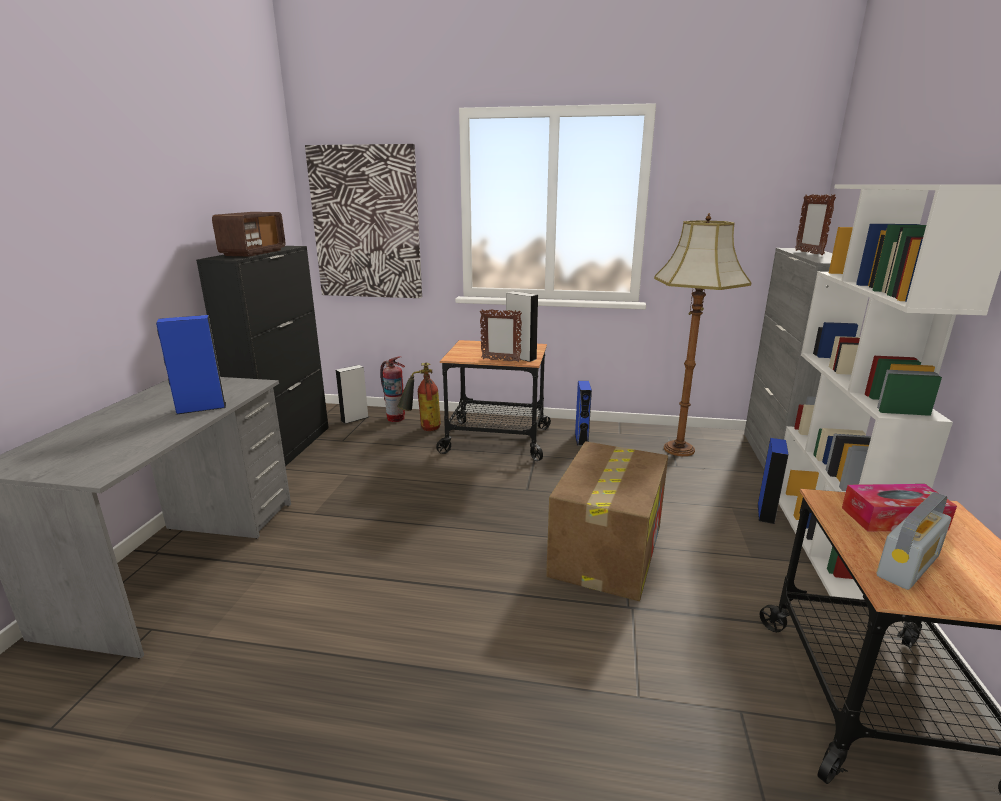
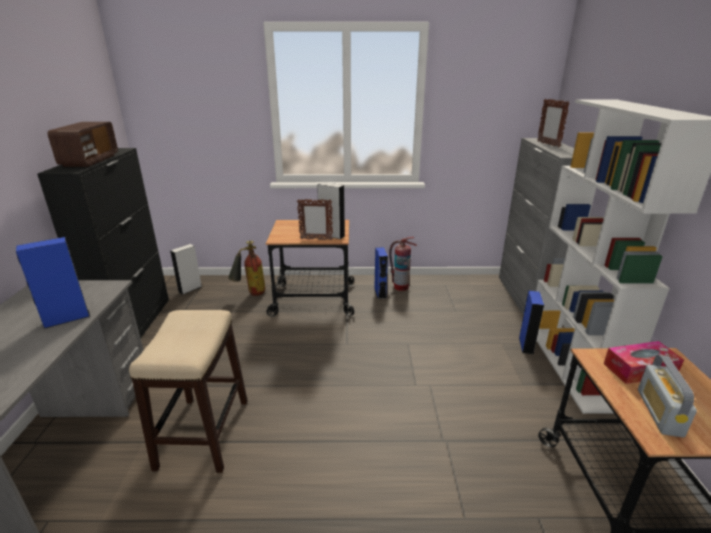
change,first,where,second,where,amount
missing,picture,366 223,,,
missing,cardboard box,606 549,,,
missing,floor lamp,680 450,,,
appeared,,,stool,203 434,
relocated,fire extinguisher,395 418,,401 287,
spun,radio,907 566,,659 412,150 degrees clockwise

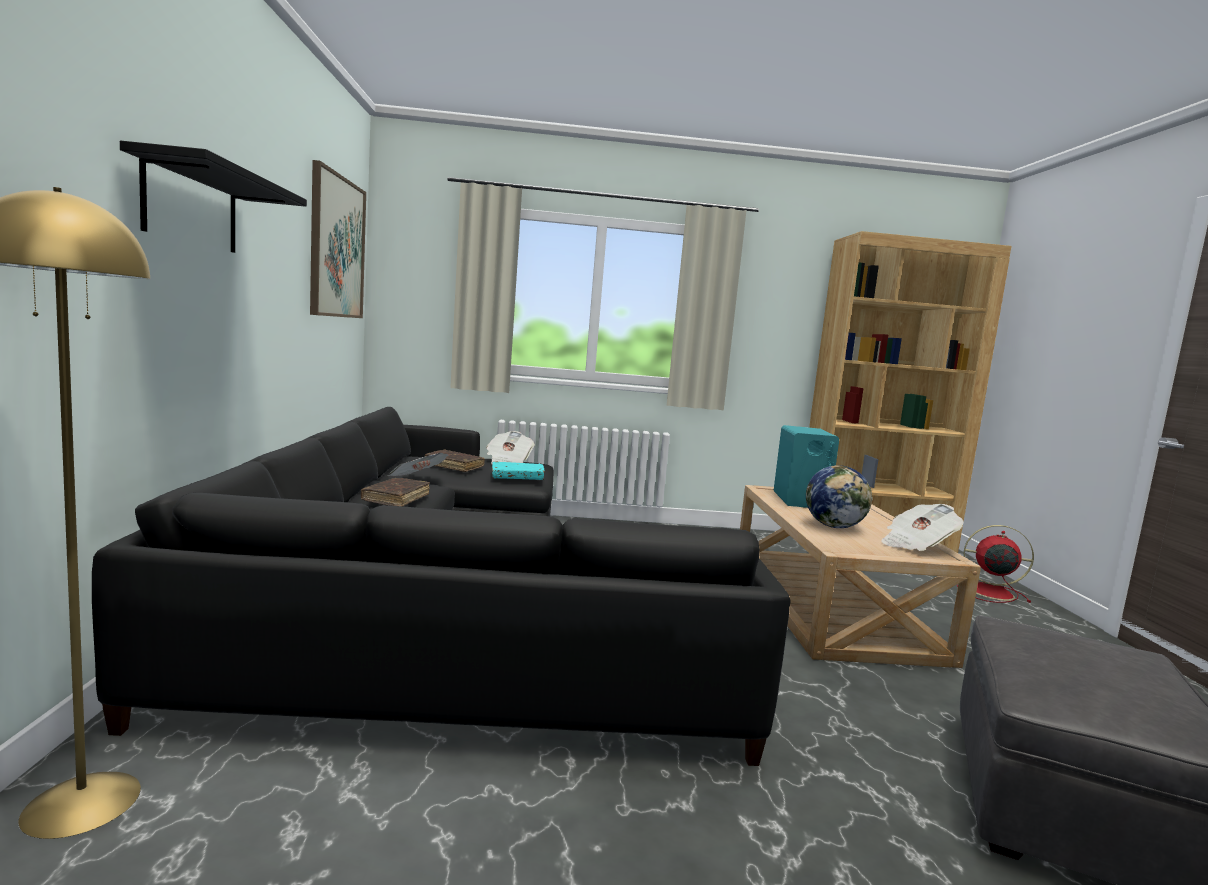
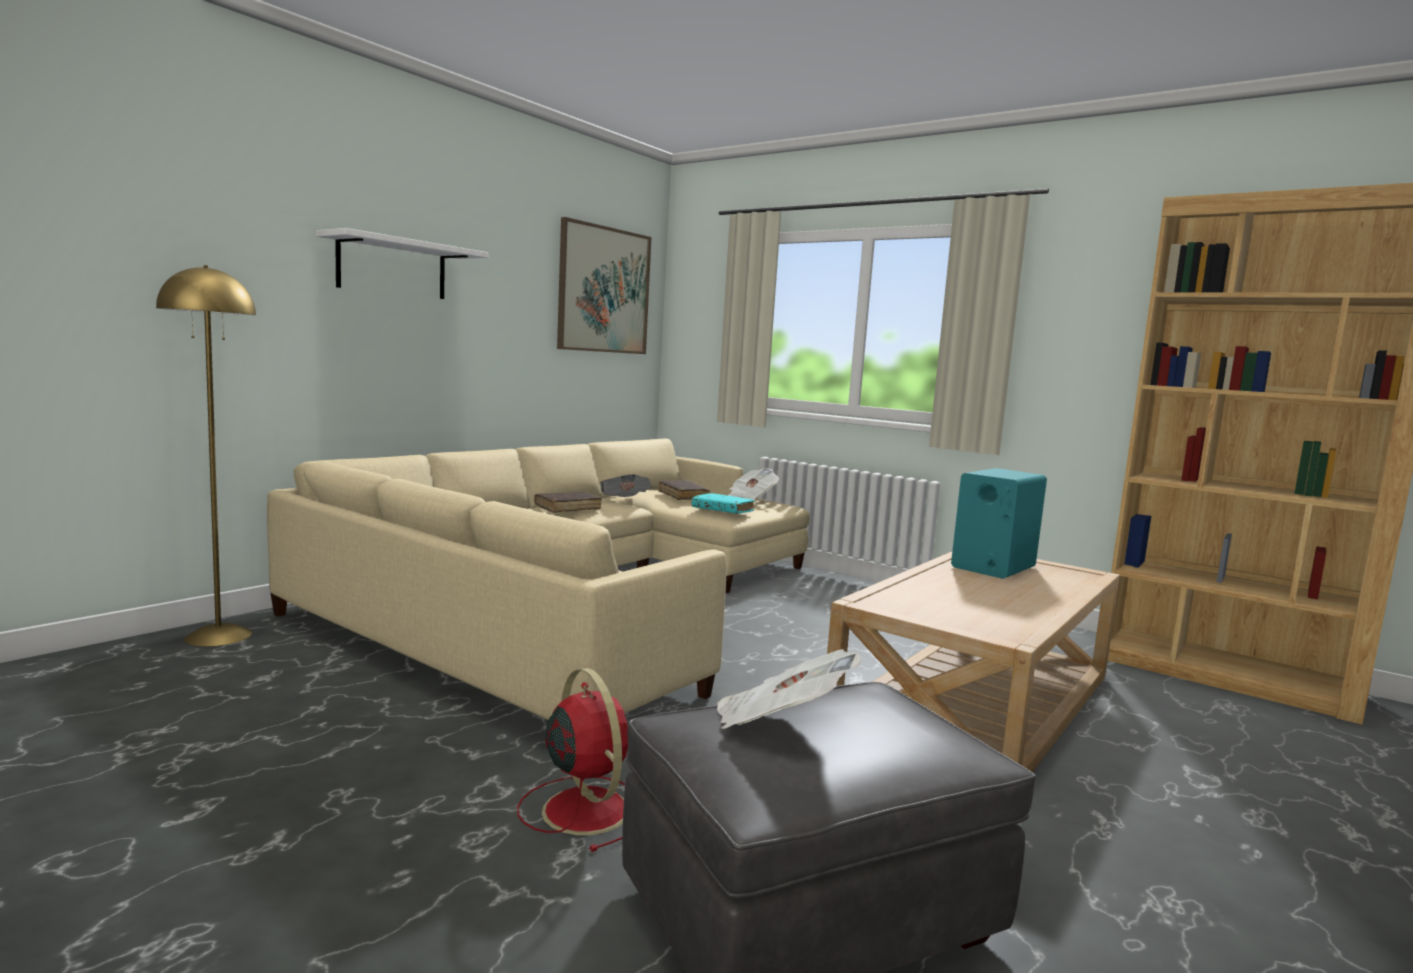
change,first,where,second,where,amount
missing,globe,834 526,,,
relocated,newspaper,916 545,,779 723,
relocated,red fan,988 592,,584 808,
colour,black sofa,431 595,beige sofa,574 597,
colour,black shelf,192 207,white shelf,392 268,

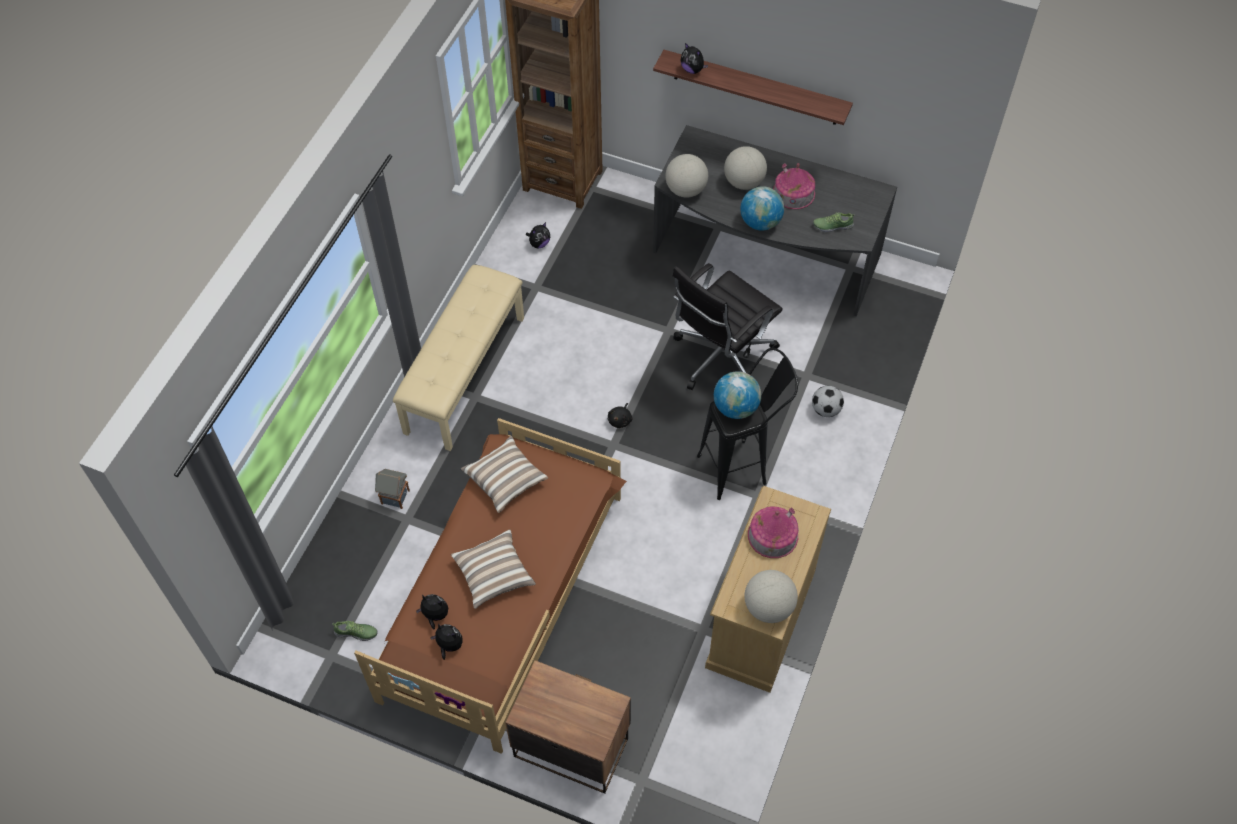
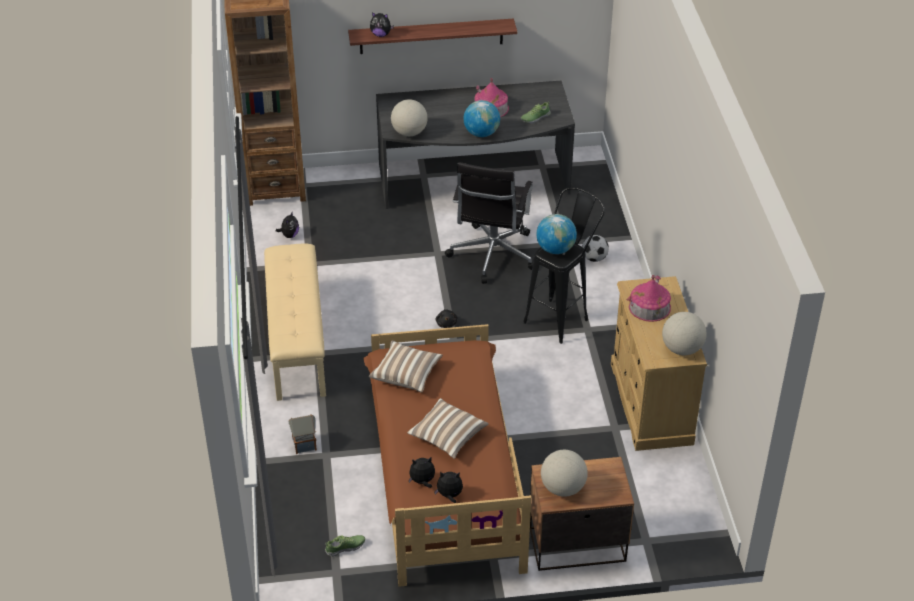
change,first,where,second,where,amount
relocated,globe,743 182,,562 488,

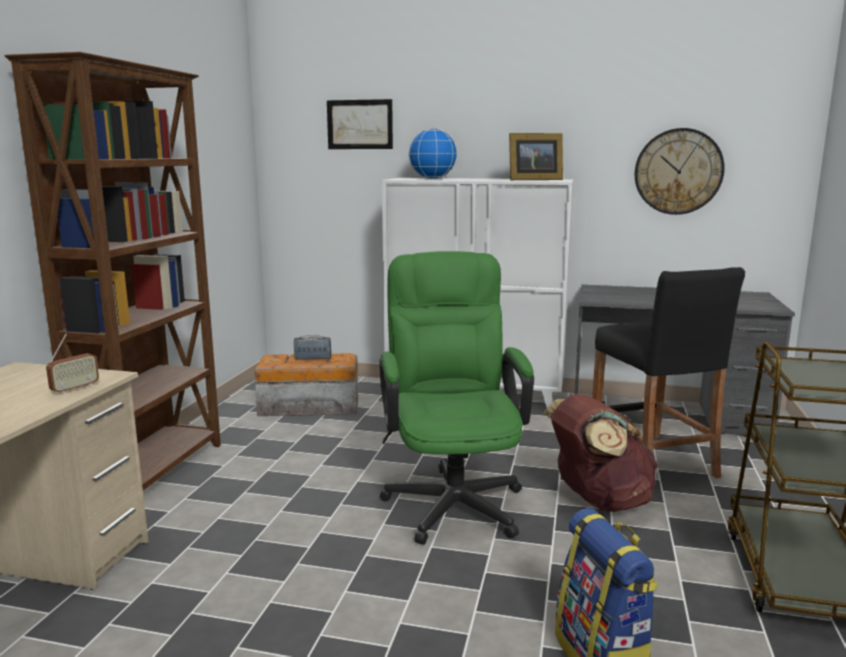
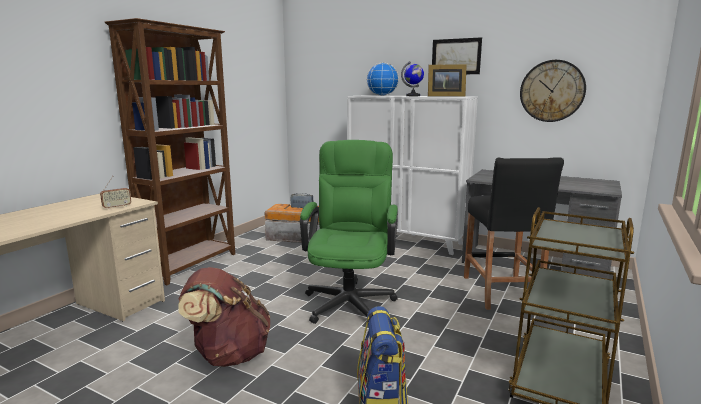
change,first,where,second,where,amount
appeared,,,globe,413 96,
relocated,picture,360 124,,456 56,
relocated,brown backpack,598 501,,228 354,

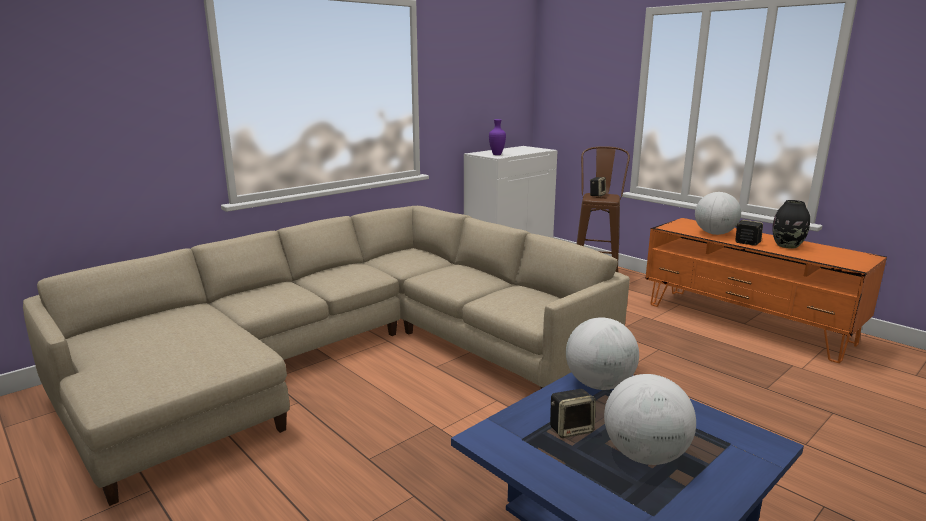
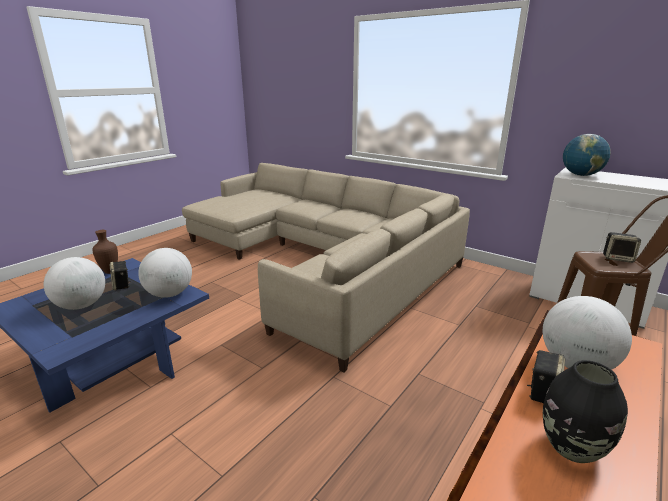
change,first,where,second,where,amount
appeared,,,brown vase,109 272,
exchanged,purple vase,496 154,globe,581 175,

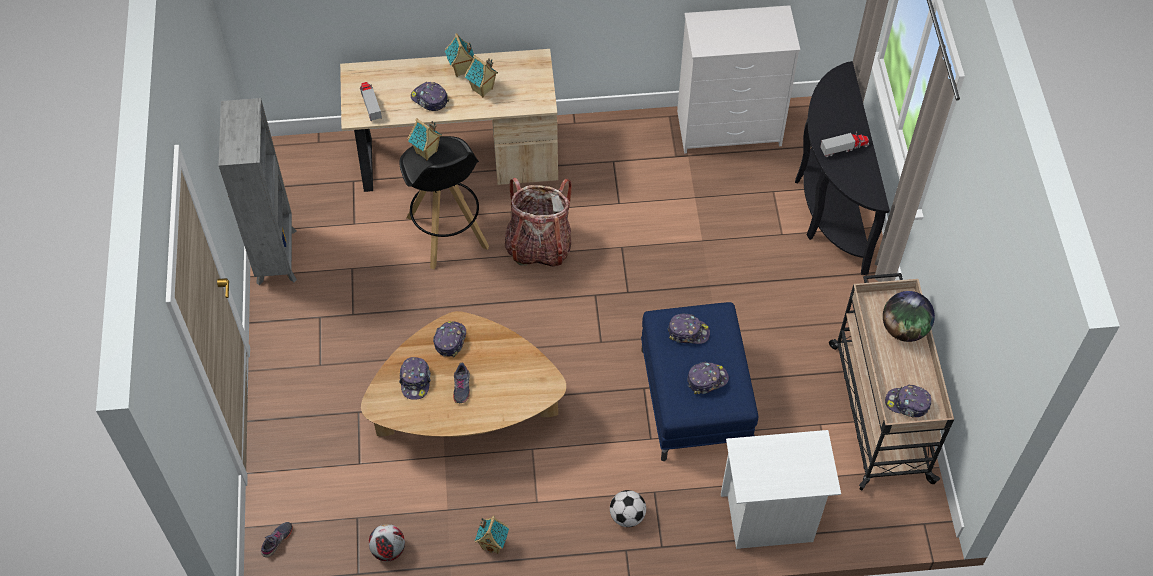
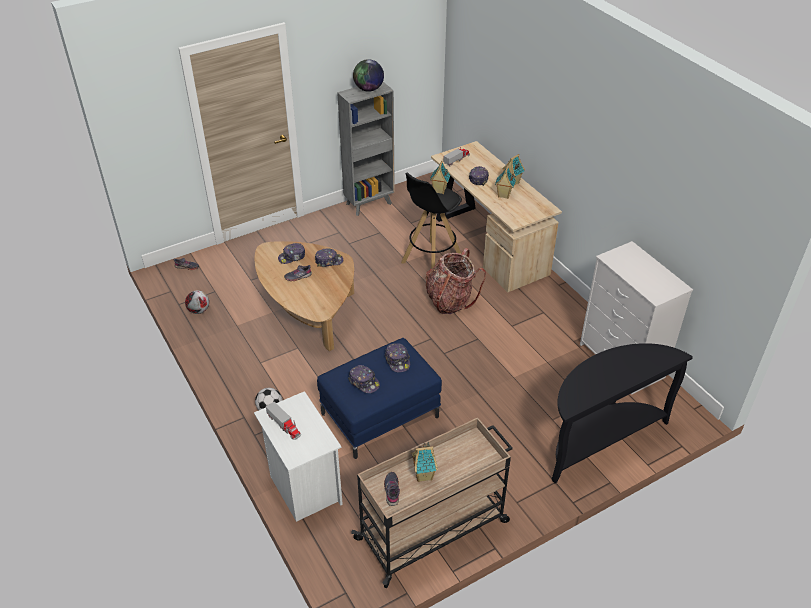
change,first,where,second,where,amount
relocated,toy house,493 544,,424 475,
relocated,toy truck,844 148,,284 425,
relocated,globe,904 329,,368 89,
exchanged,cap,907 404,grey shoe,392 490,

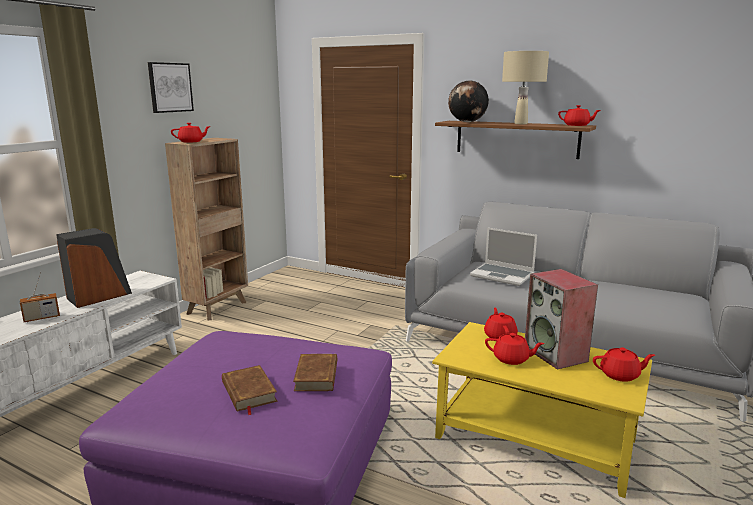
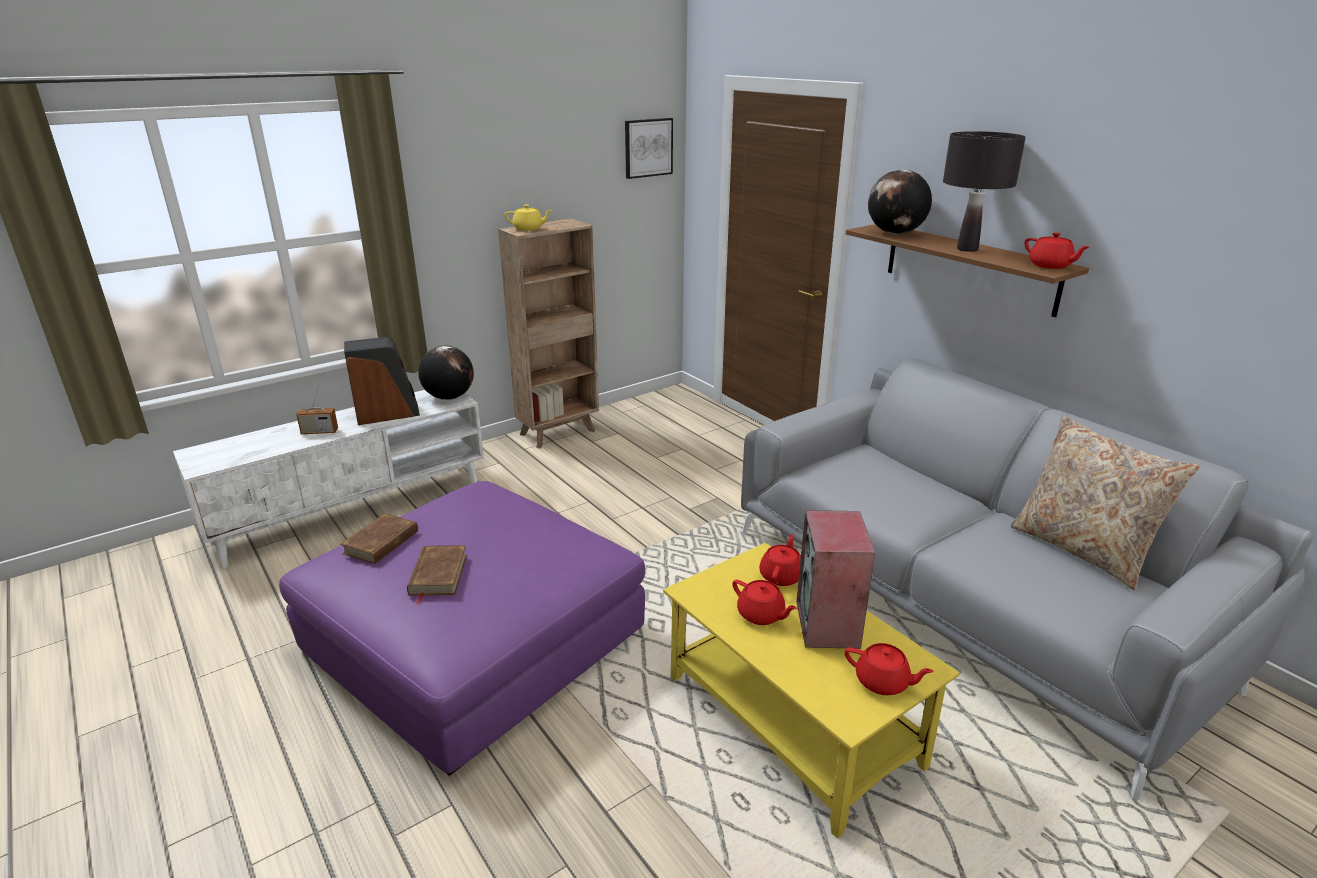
change,first,where,second,where,amount
missing,laptop,503 275,,,
appeared,,,globe,449 397,
appeared,,,beige pillow,1082 549,
relocated,picture,170 87,,648 147,
relocated,brown book,317 376,,382 542,
colour,red teapot,191 142,yellow teapot,529 229,
colour,beige table lamp,521 124,black table lamp,967 249,

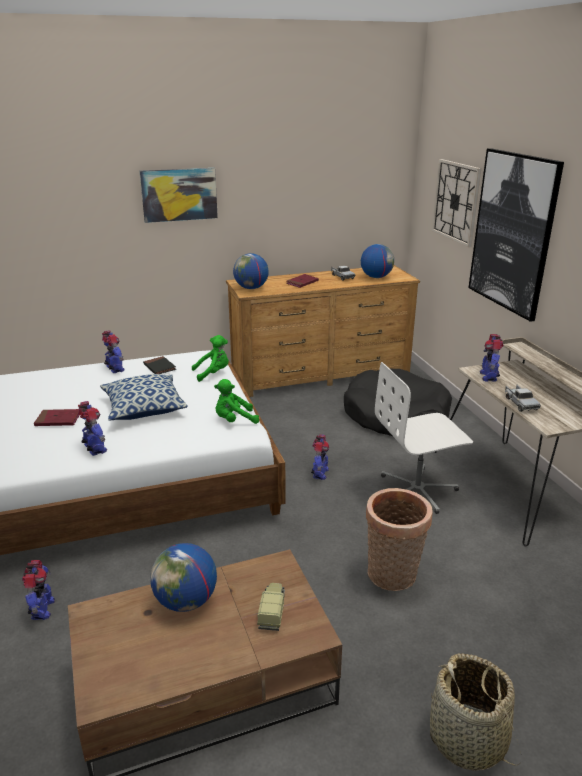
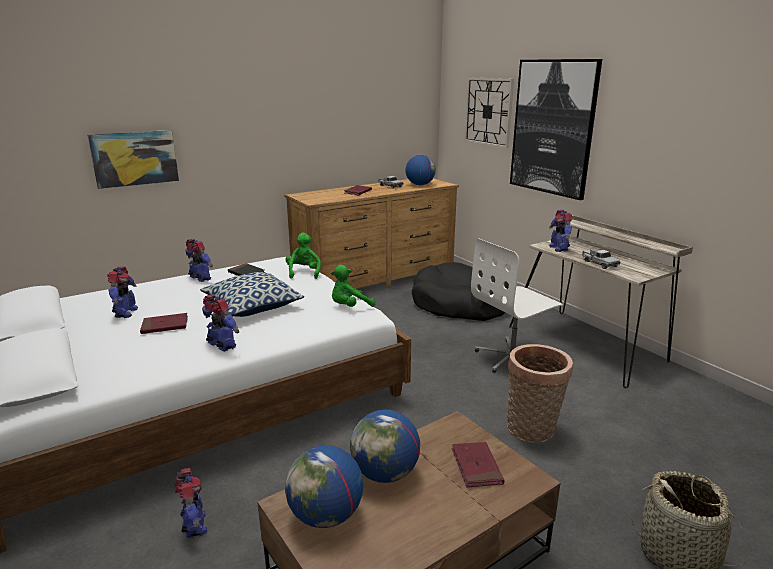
change,first,where,second,where,amount
relocated,picture,179 194,,135 158,
relocated,globe,251 288,,326 516,
relocated,toy robot,320 473,,125 313,
exchanged,toy truck,272 611,red book,476 466,
spun,green plush toy,213 373,,304 273,60 degrees counterclockwise

